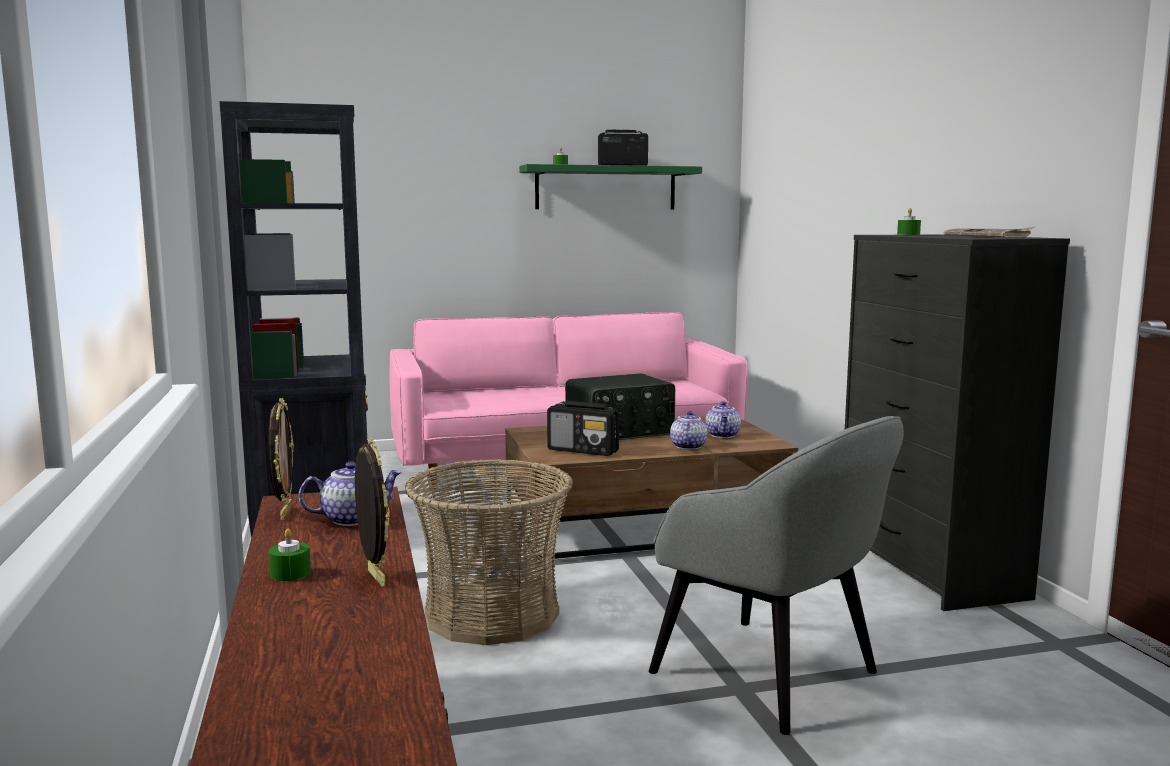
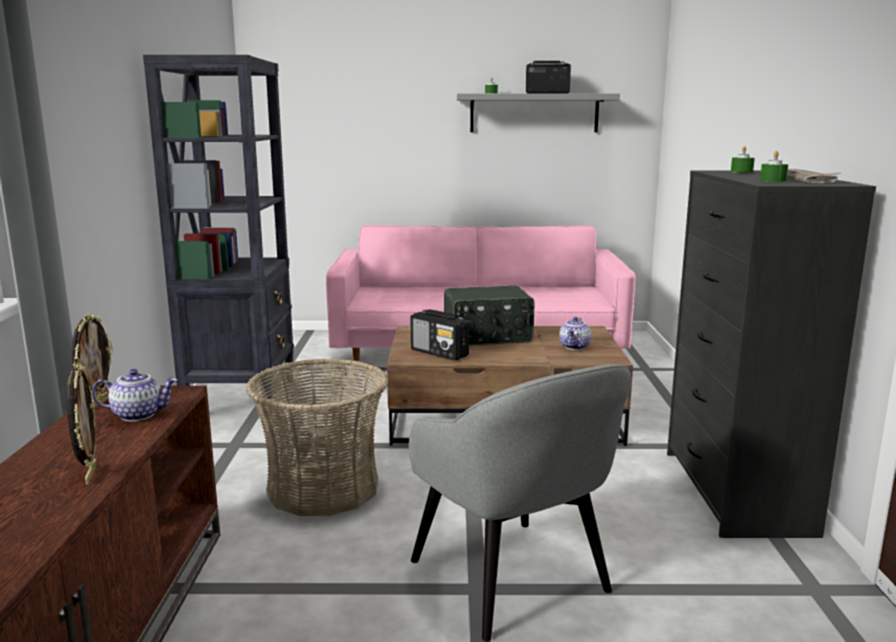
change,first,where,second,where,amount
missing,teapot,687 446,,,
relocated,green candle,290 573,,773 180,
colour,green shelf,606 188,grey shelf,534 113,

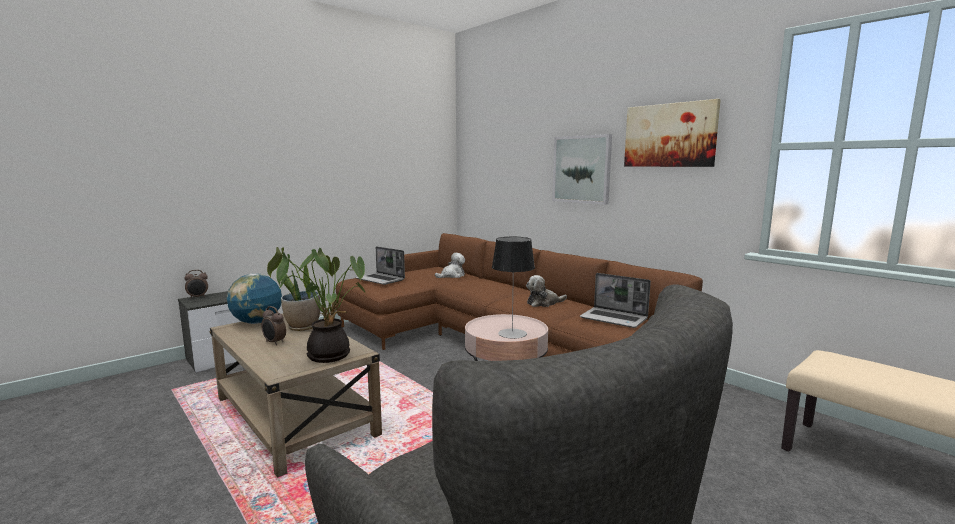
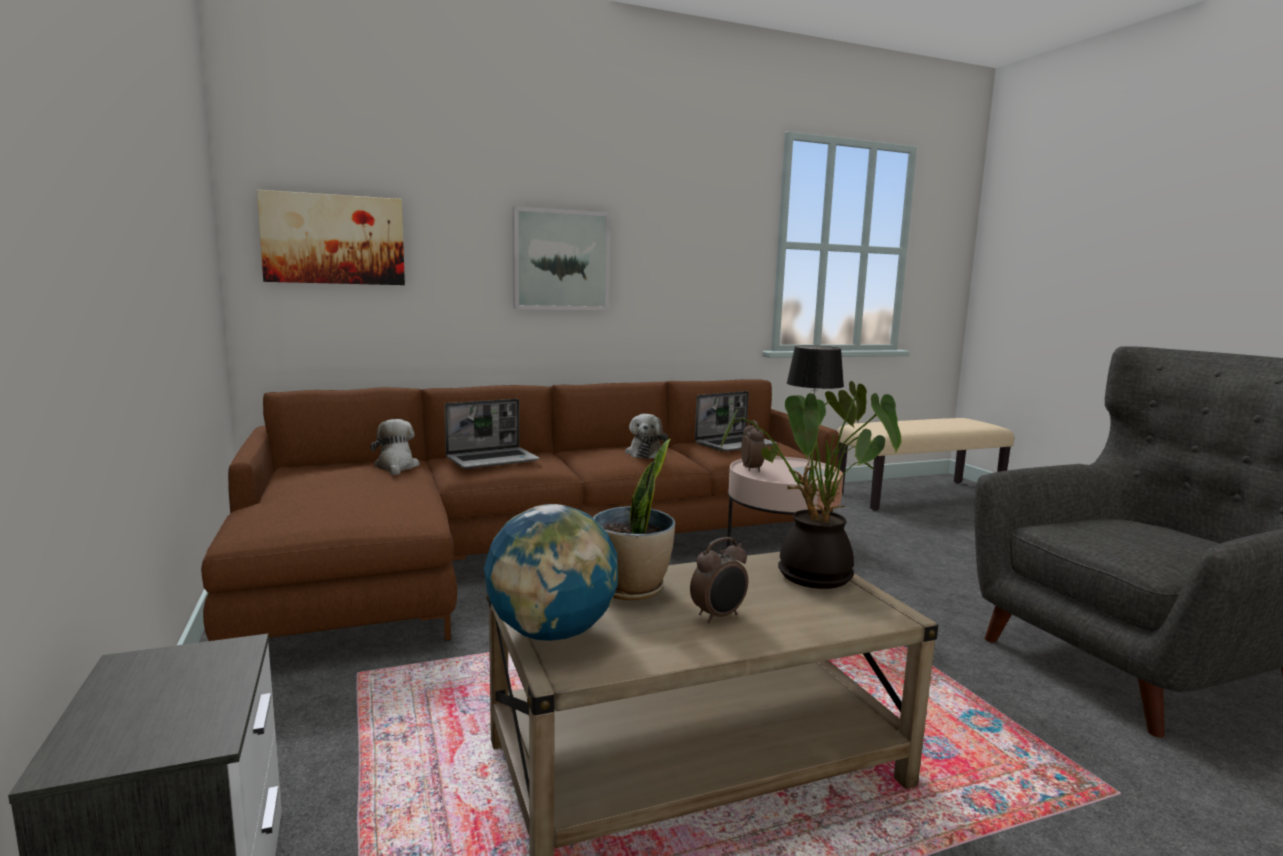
change,first,where,second,where,amount
relocated,alarm clock,198 297,,752 469,
relocated,laptop,381 279,,493 460,
relocated,picture,669 135,,334 239,

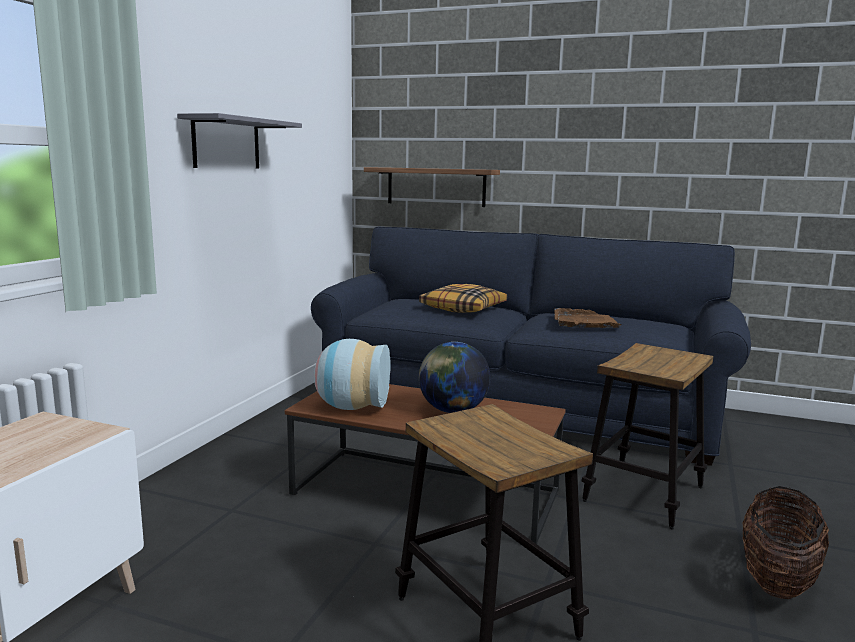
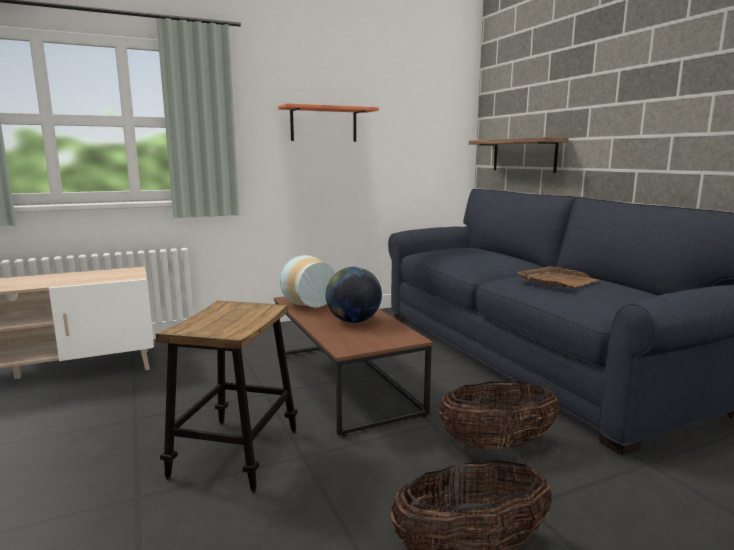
change,first,where,second,where,amount
missing,pillow,463 308,,,
exchanged,stool,643 494,basket,497 445,
colour,grey shelf,226 143,orange shelf,324 124,

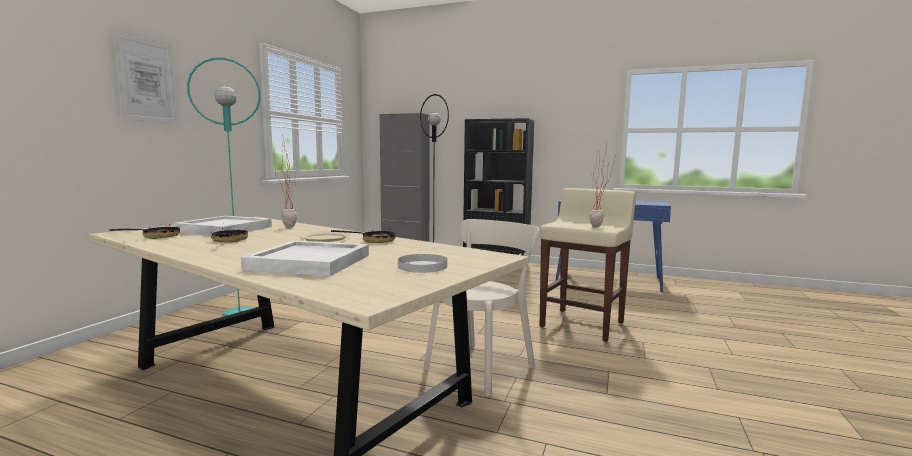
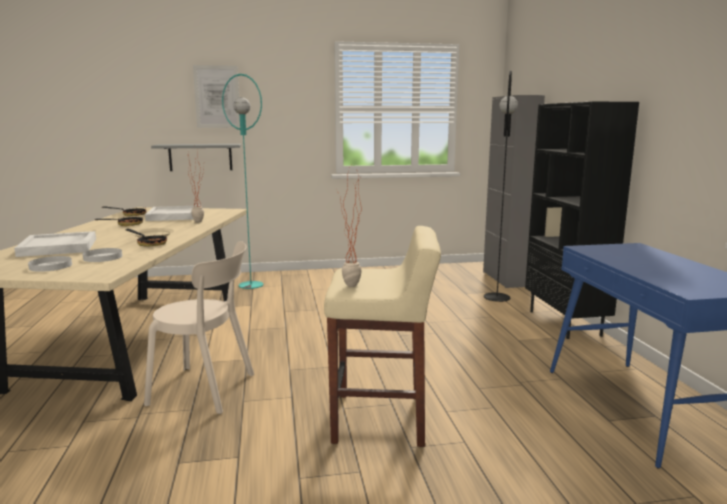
change,first,where,second,where,amount
appeared,,,white plate,103 257,
appeared,,,grey shelf,200 157,

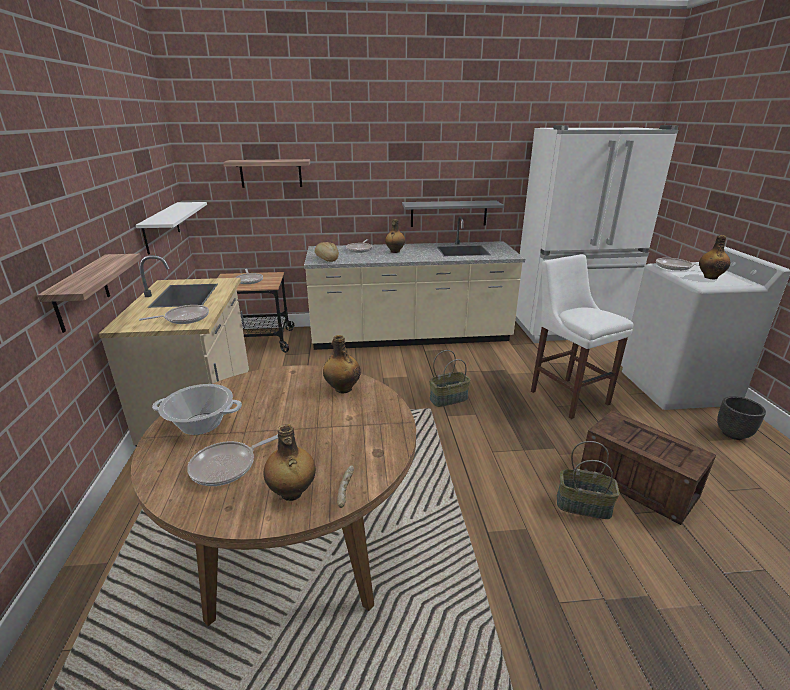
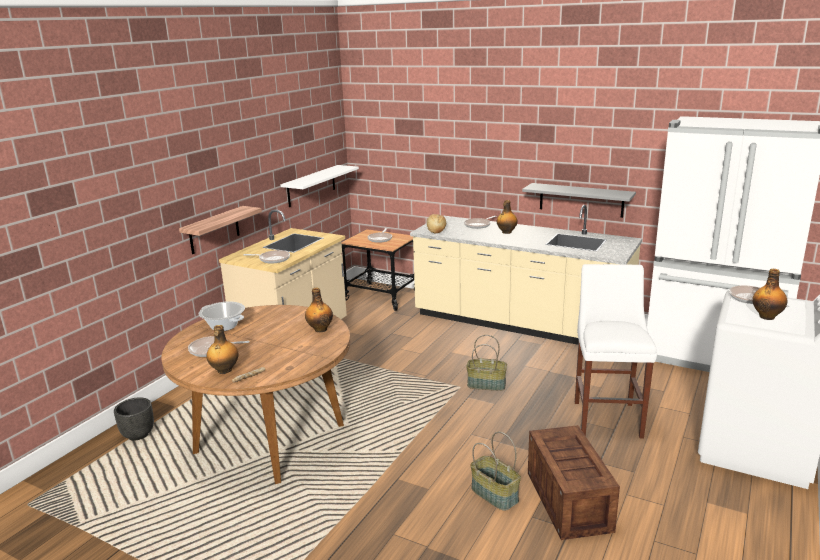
change,first,where,second,where,amount
missing,shelf,271 173,,,
relocated,black planter,733 434,,139 435,

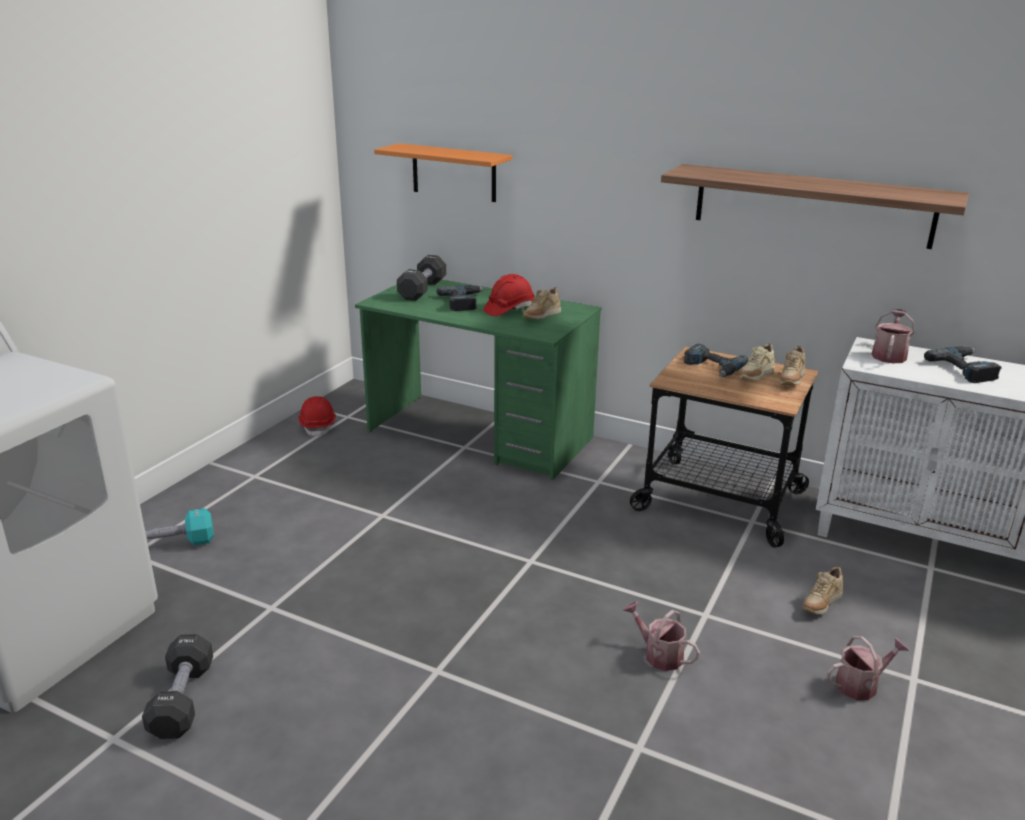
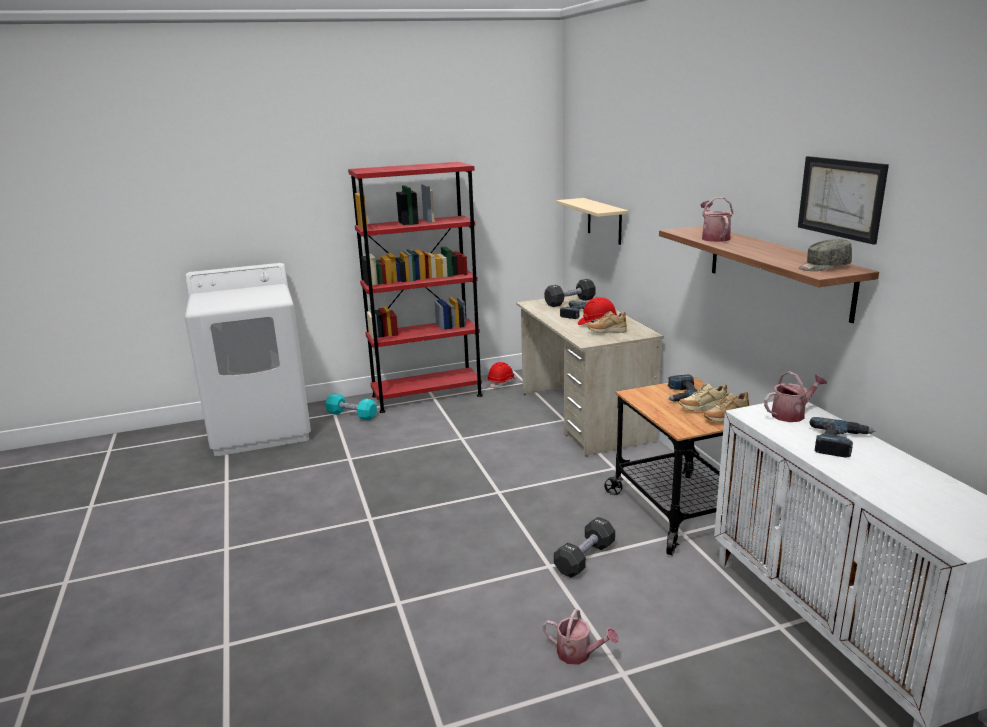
change,first,where,second,where,amount
missing,beige shoe,820 605,,,
appeared,,,red bookcase,427 396,
appeared,,,picture,841 198,
appeared,,,grey cap,823 267,
relocated,black dumbbell,182 700,,584 558,
relocated,watering can,659 654,,714 238,
colour,green desk,480 435,beige desk,584 416,
colour,orange shelf,454 172,beige shelf,604 221,

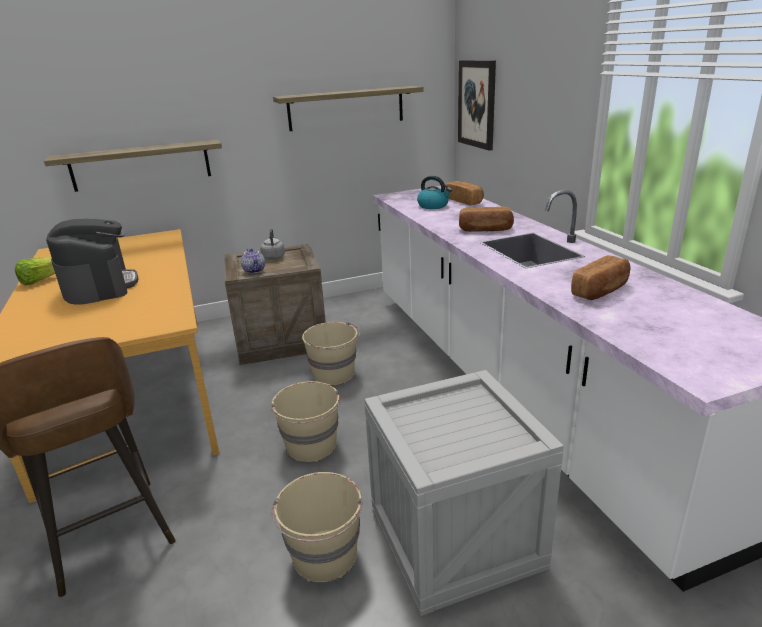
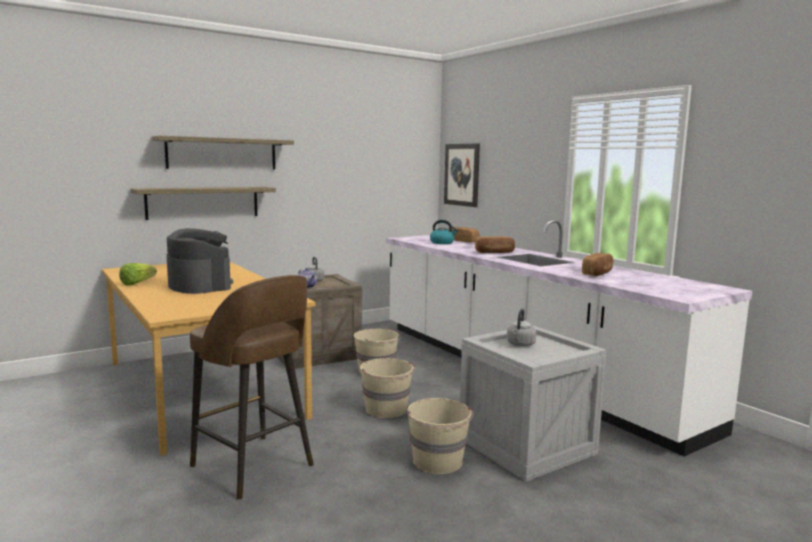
change,first,where,second,where,amount
appeared,,,grey kettle,520 345,
relocated,shelf,346 108,,222 154,

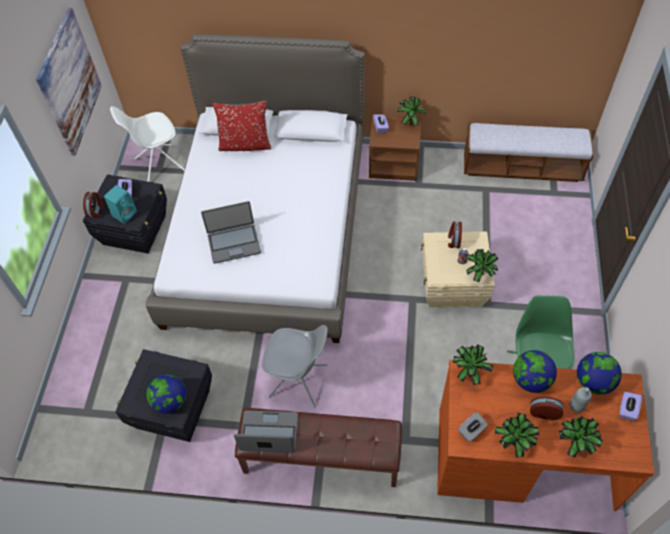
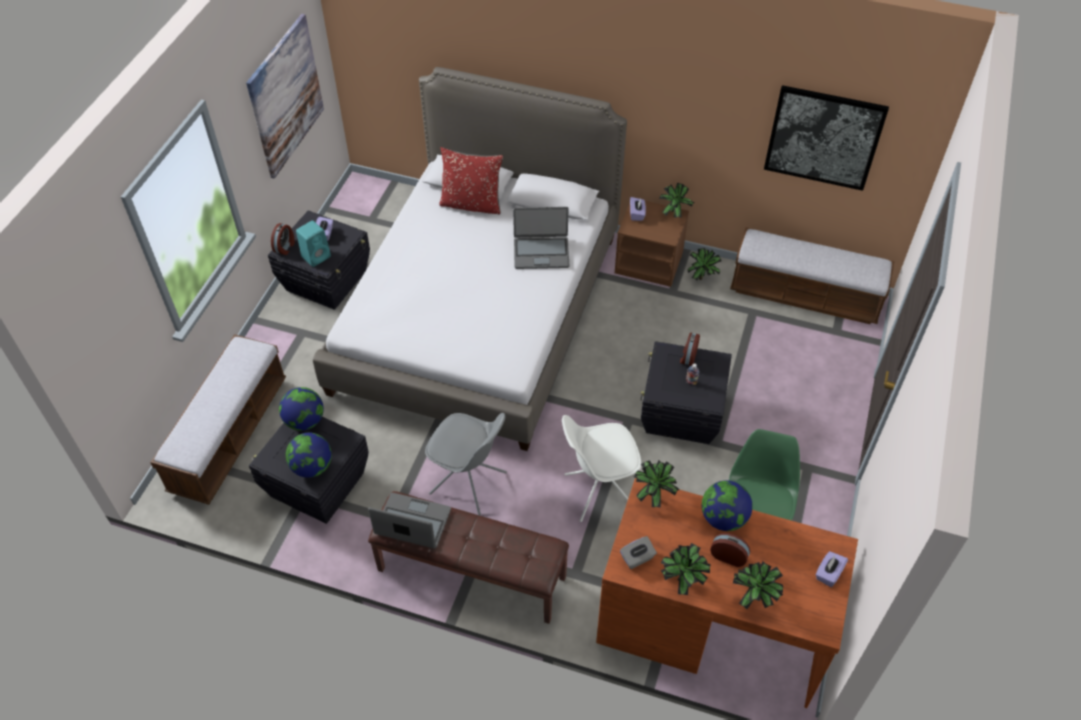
change,first,where,second,where,amount
missing,grey bottle,576 406,,,
appeared,,,bench,230 435,
appeared,,,picture,823 137,
relocated,white chair,158 165,,598 491,
relocated,laptop,234 243,,541 253,
relocated,potted plant,479 274,,702 277,
relocated,globe,593 382,,305 421,
colour,beige storage box,452 285,black storage box,680 413,

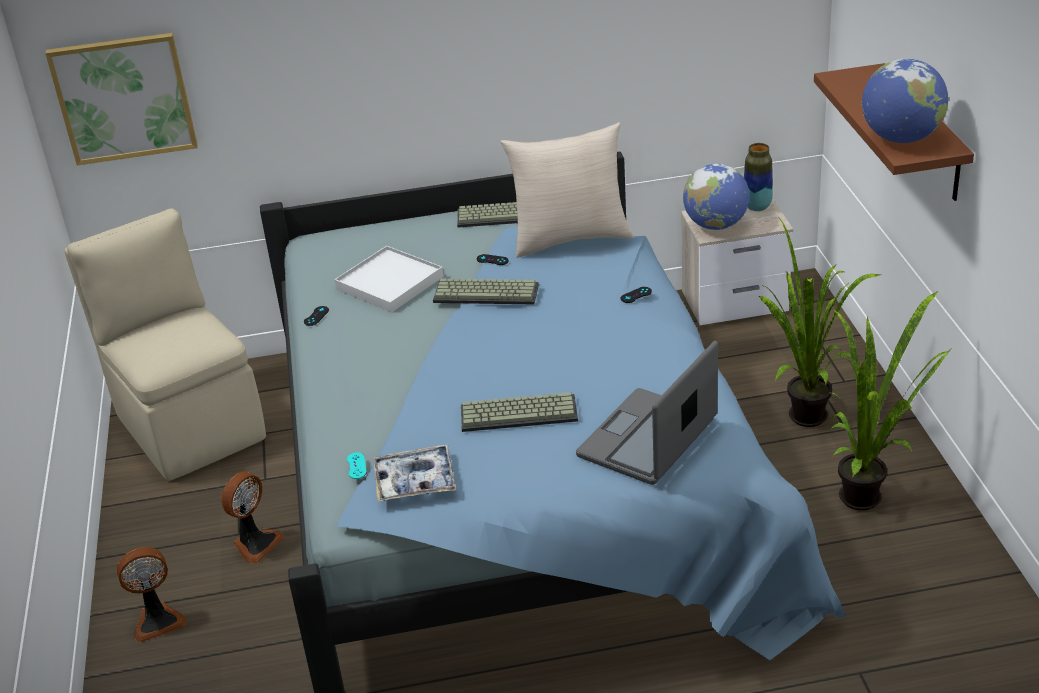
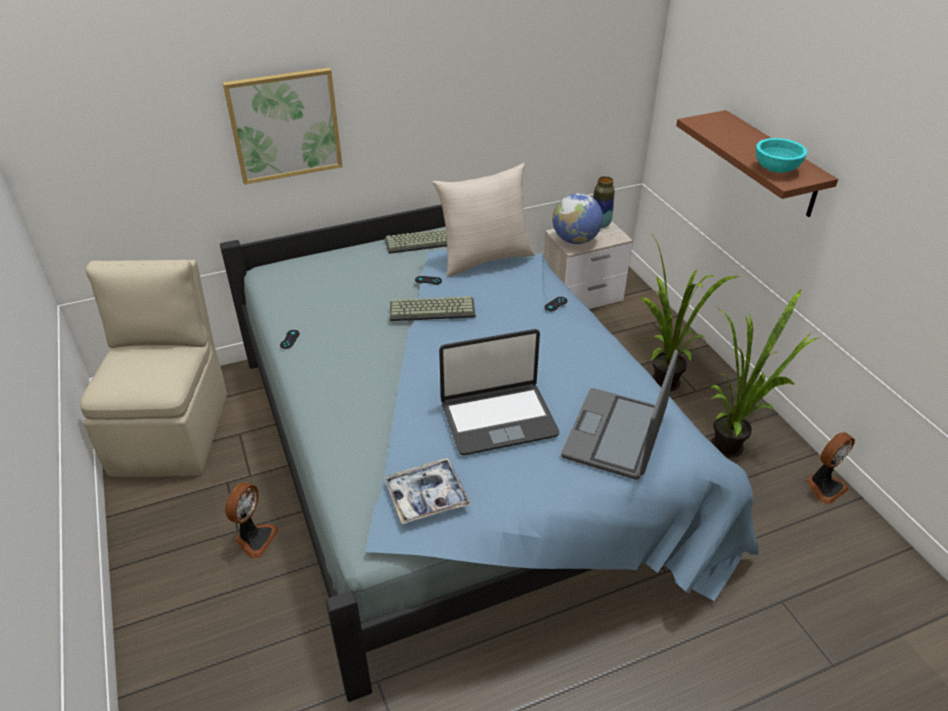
change,first,where,second,where,amount
missing,white tray,390 283,,,
missing,turquoise game controller,356 466,,,
relocated,picture,124 98,,285 125,
relocated,fan,157 620,,824 486,
exchanged,keyboard,520 412,laptop,498 419,
exchanged,globe,901 138,turquoise bowl,775 168,
spun,beige chair,189 424,,173 430,45 degrees clockwise

